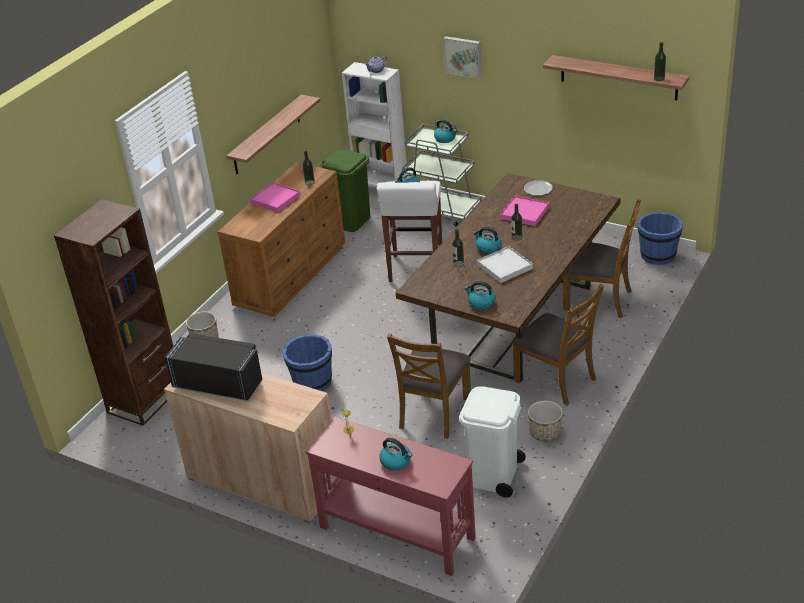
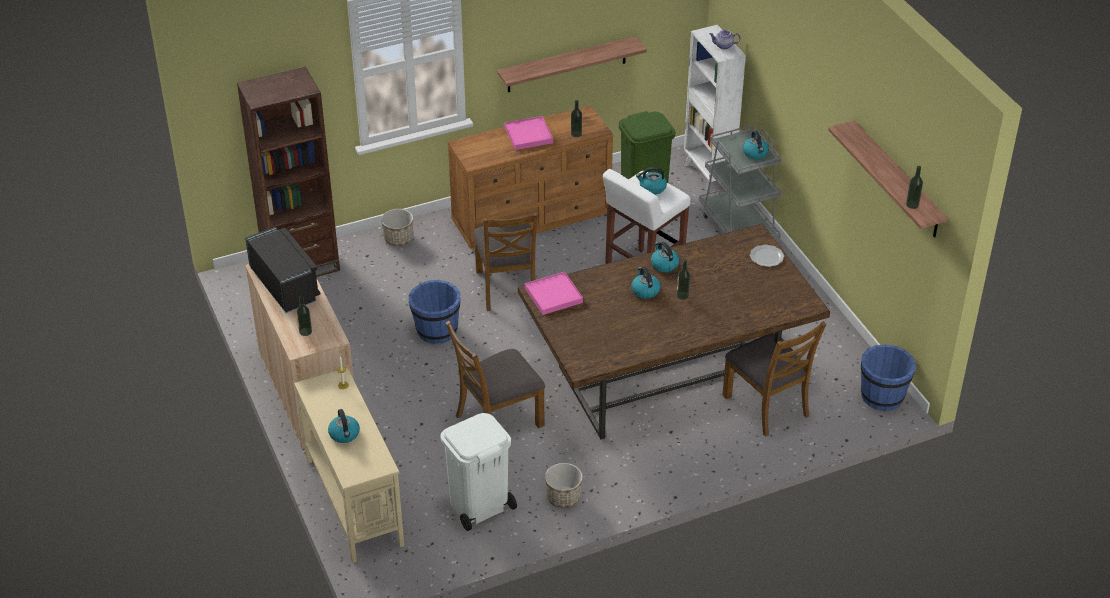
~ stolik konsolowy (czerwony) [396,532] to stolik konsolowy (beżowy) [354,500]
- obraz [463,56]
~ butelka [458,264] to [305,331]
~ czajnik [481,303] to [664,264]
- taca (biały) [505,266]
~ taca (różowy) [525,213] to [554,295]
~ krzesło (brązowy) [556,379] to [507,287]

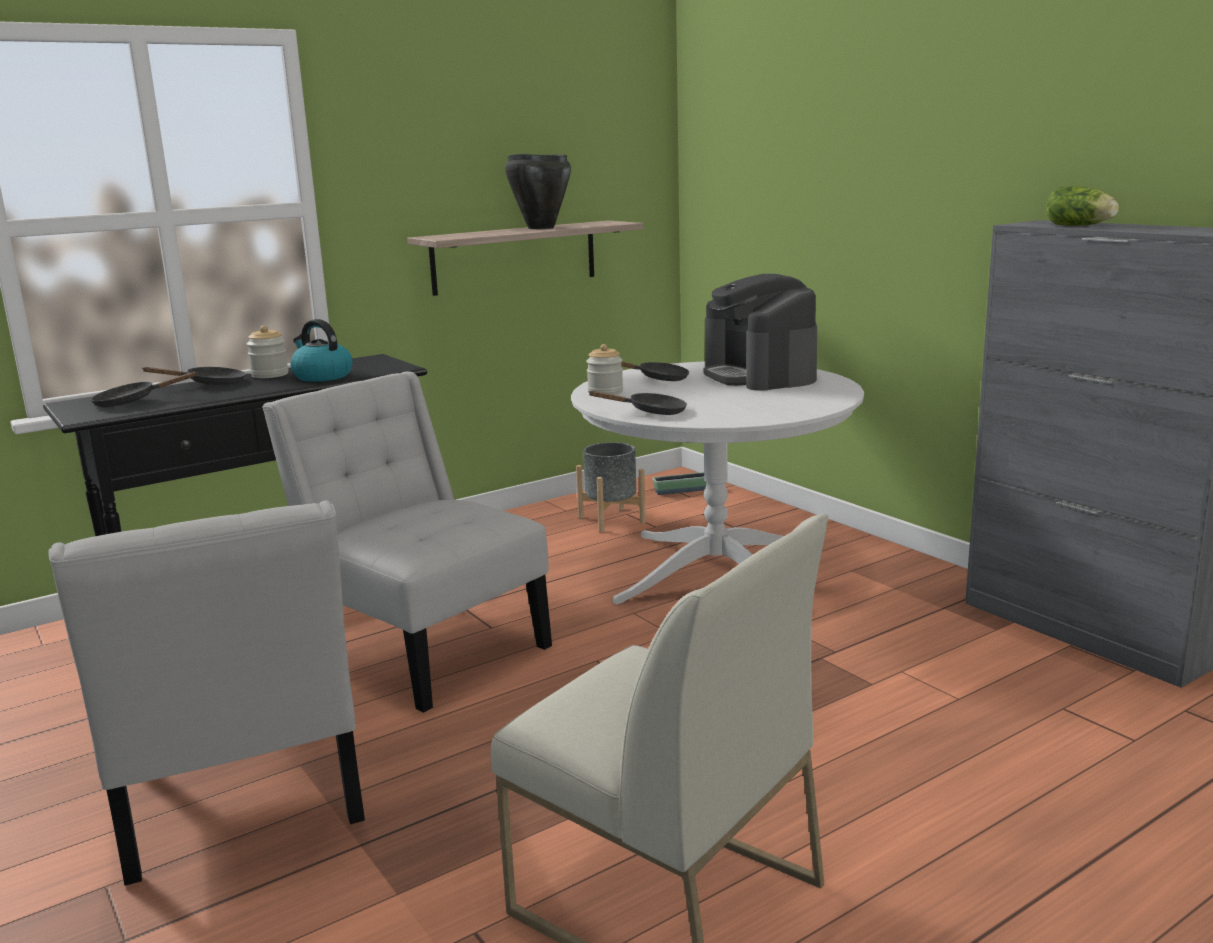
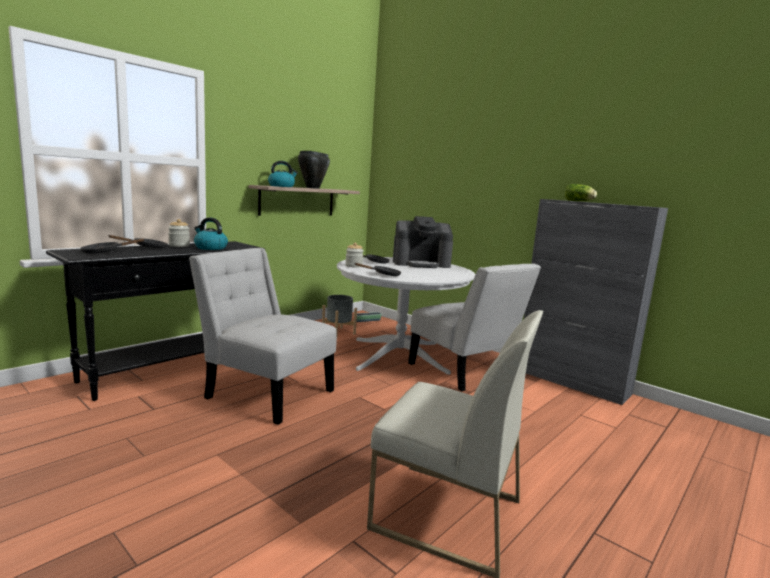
~ krzesło (biały) [239,801] to [464,372]
~ ekspres do kawy [759,376] = [421,263] 60 degrees counterclockwise
+ czajnik [281,186]

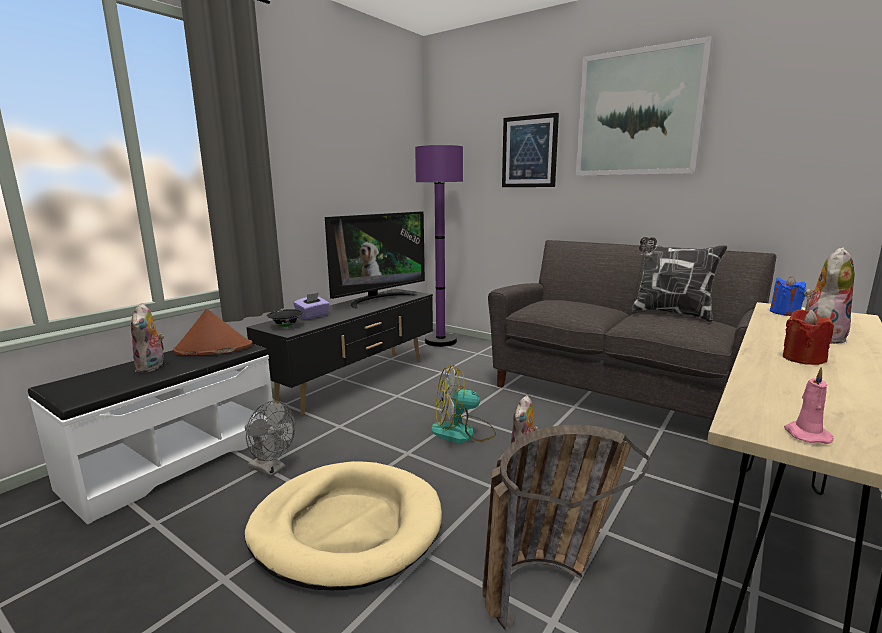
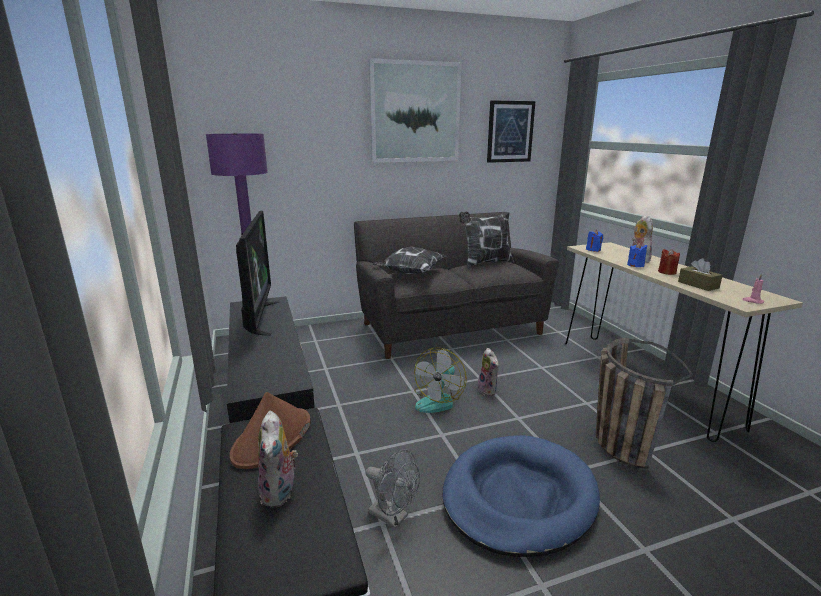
~ pluszak [152,367] = [280,492] 60 degrees clockwise
~ wentylator (szary) [271,469] = [393,517] 60 degrees clockwise
~ legowisko (beżowy) [347,527] to legowisko (niebieski) [518,497]
- miska (czarny) [286,326]
- pudełko chusteczek (fioletowy) [313,316]
~ obraz [529,152] to [510,132]
+ poduszka [410,273]
+ świeca (niebieski) [635,265]
+ pudełko chusteczek (brązowy) [698,285]

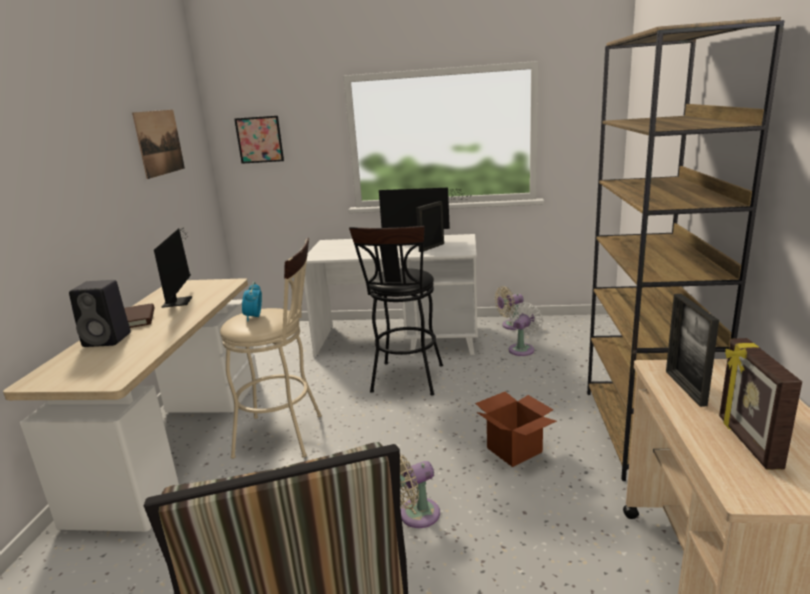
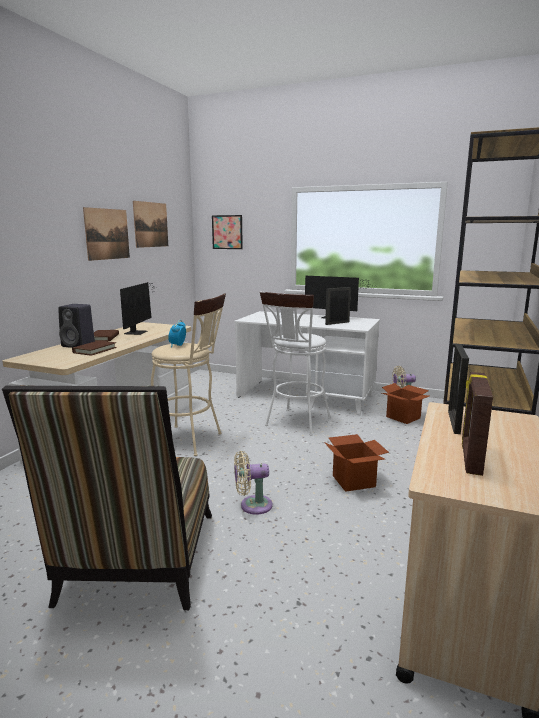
~ stołek (czarny) [406,381] to stołek (biały) [296,423]
~ wentylator (biały) [522,349] to karton [403,417]
+ książka (brązowy) [95,350]
+ obraz [107,234]

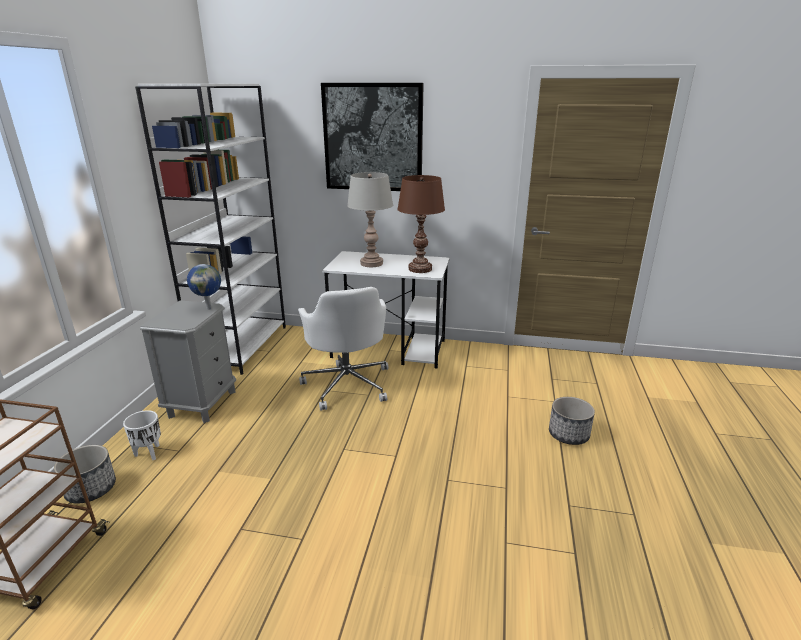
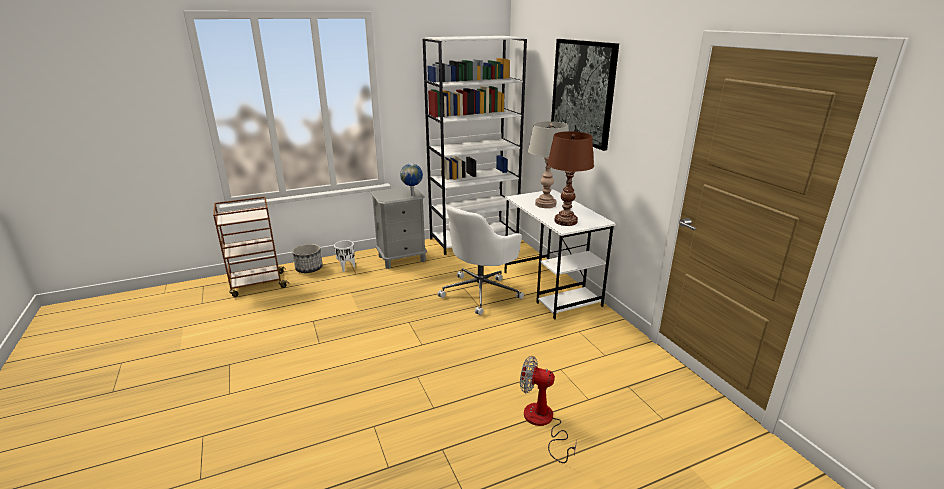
~ donica [569,434] to wentylator [543,423]

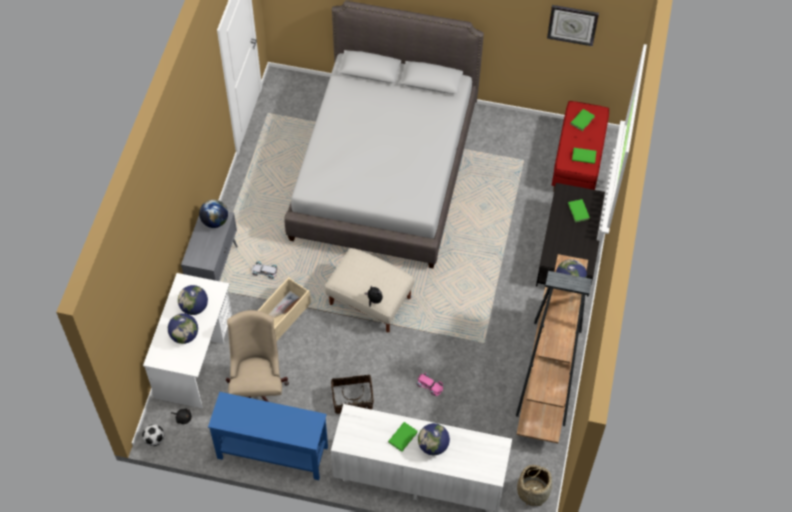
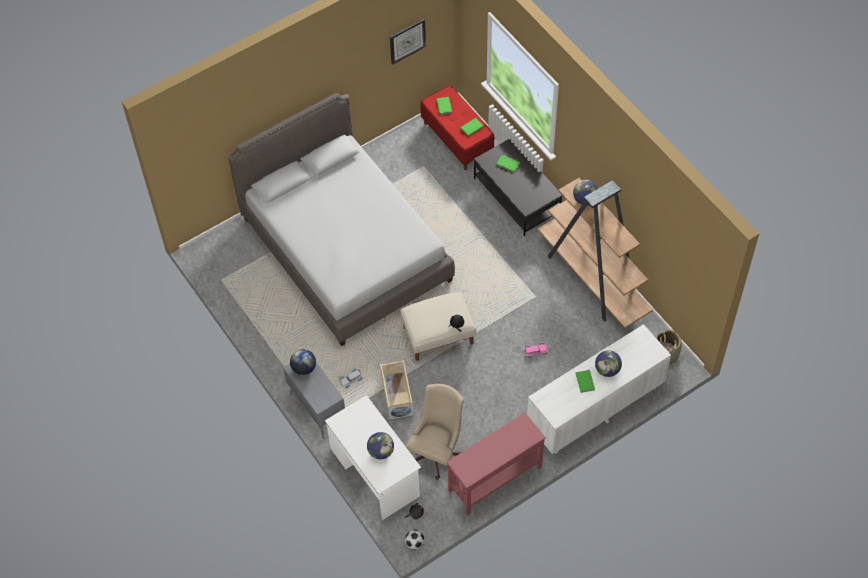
- globus [194,307]
~ stolik konsolowy (niebieski) [272,452] to stolik konsolowy (czerwony) [494,479]
~ krzesło biurowe (beżowy) [258,387] = [437,450] 75 degrees clockwise
- koszyk [352,400]

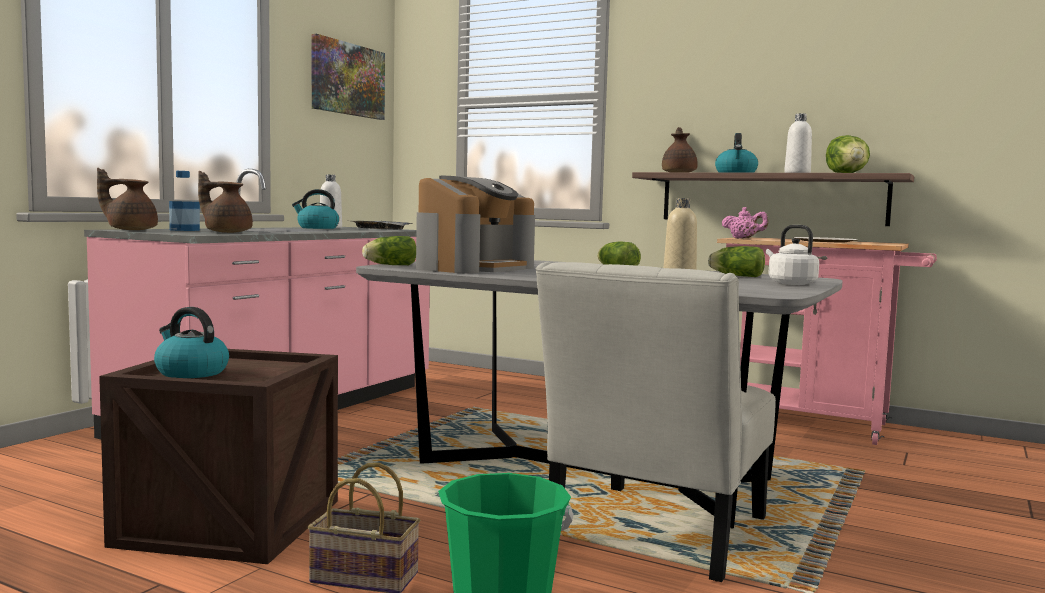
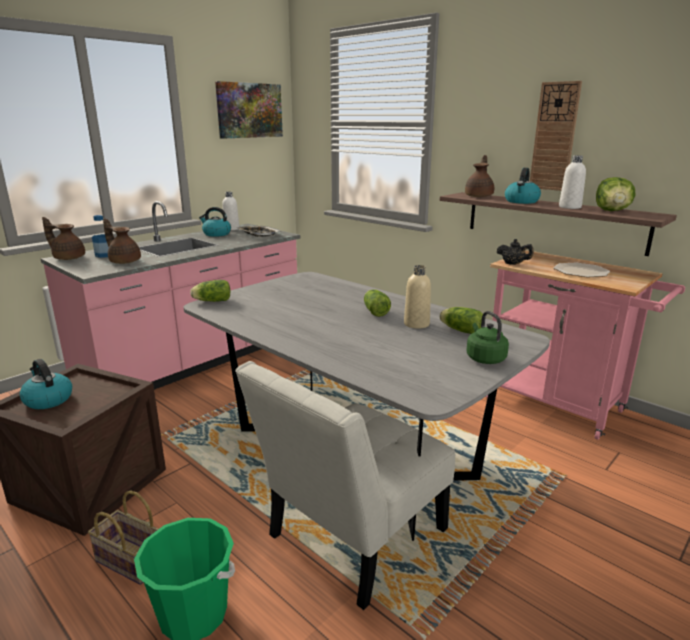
- ekspres do kawy [474,268]
~ imbryk (różowy) [744,238] to imbryk (czarny) [513,264]
~ czajnik (biały) [790,283] to czajnik (zielony) [484,358]
+ zegar ścienny [554,137]

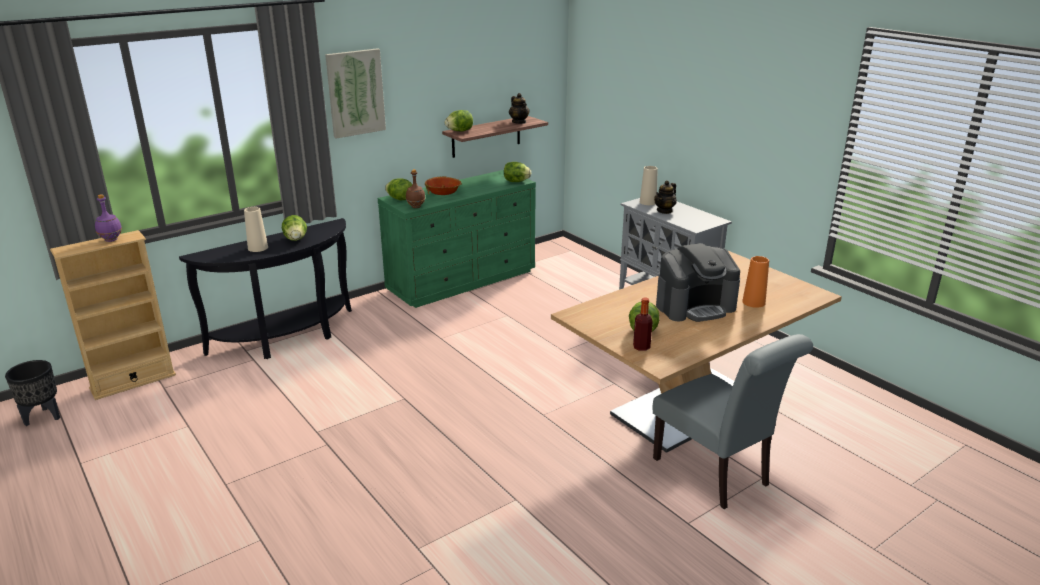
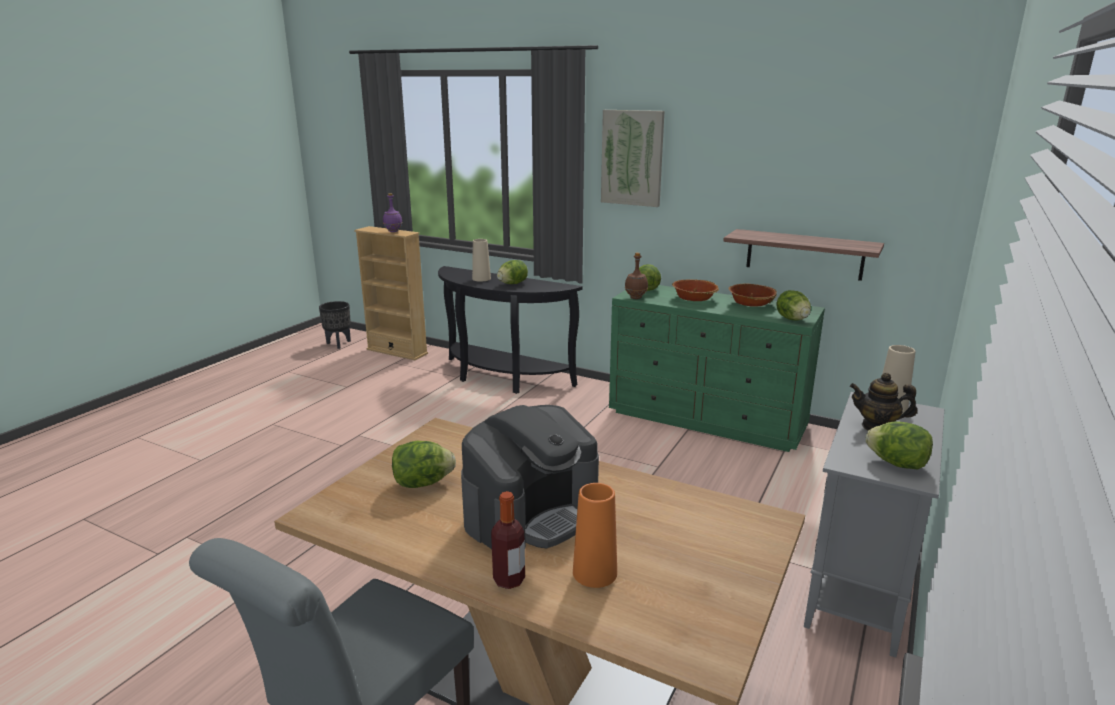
~ sałata [459,131] to [897,464]
- imbryk [519,122]
~ butelka [641,347] to [509,580]
~ ekspres do kawy [695,306] = [531,514] 90 degrees counterclockwise
+ miska [751,304]

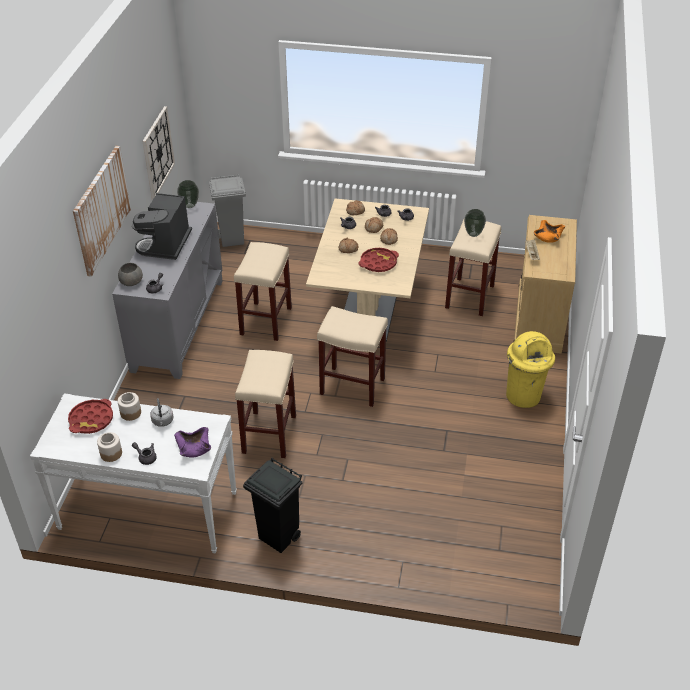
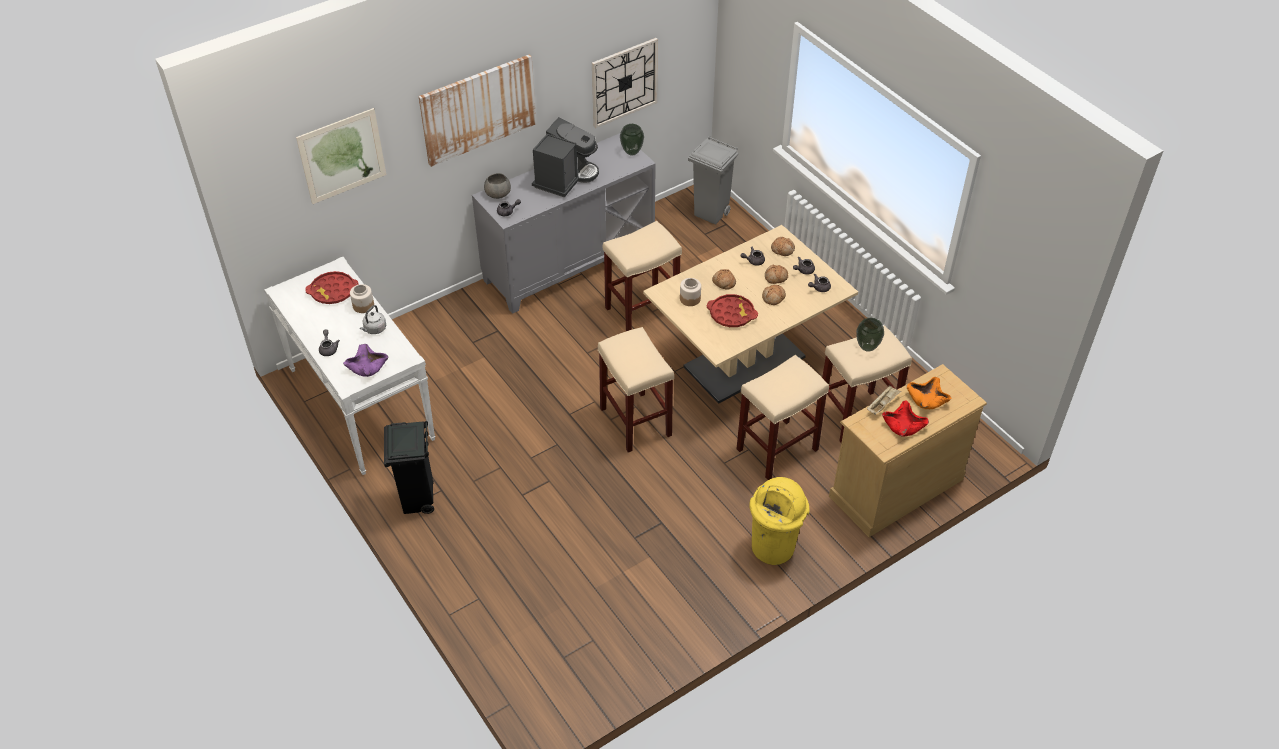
~ słoik [111,453] to [690,299]
~ ekspres do kawy [165,245] = [565,177] 150 degrees clockwise
~ stołek (beżowy) [269,435] to [776,450]
+ obraz [342,156]
+ miska (czerwony) [903,426]

